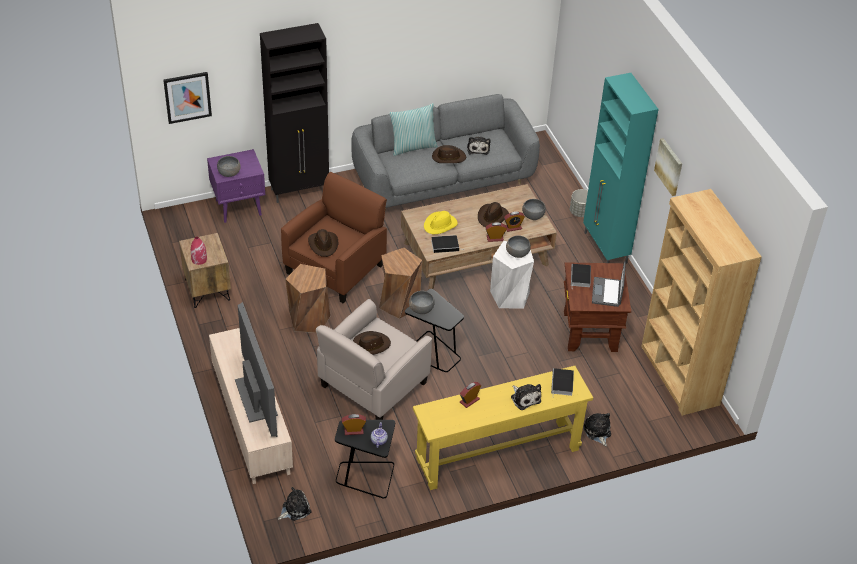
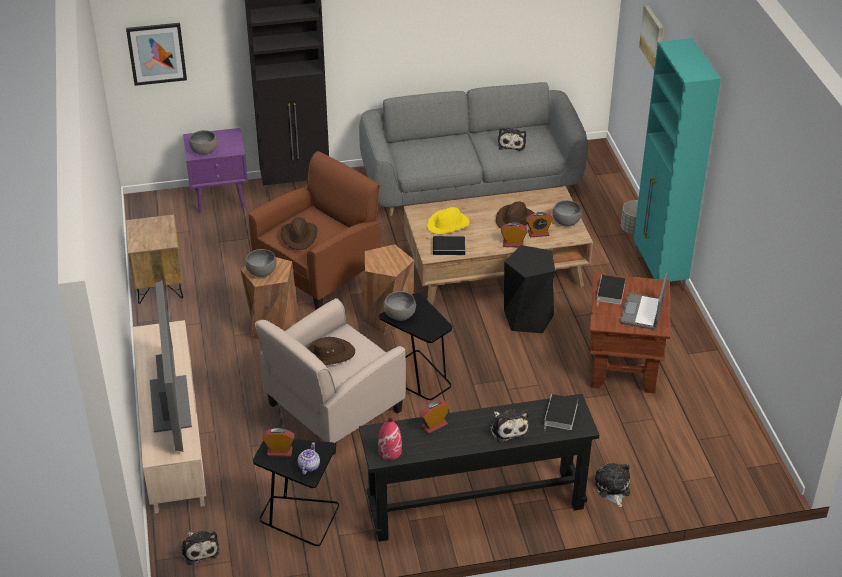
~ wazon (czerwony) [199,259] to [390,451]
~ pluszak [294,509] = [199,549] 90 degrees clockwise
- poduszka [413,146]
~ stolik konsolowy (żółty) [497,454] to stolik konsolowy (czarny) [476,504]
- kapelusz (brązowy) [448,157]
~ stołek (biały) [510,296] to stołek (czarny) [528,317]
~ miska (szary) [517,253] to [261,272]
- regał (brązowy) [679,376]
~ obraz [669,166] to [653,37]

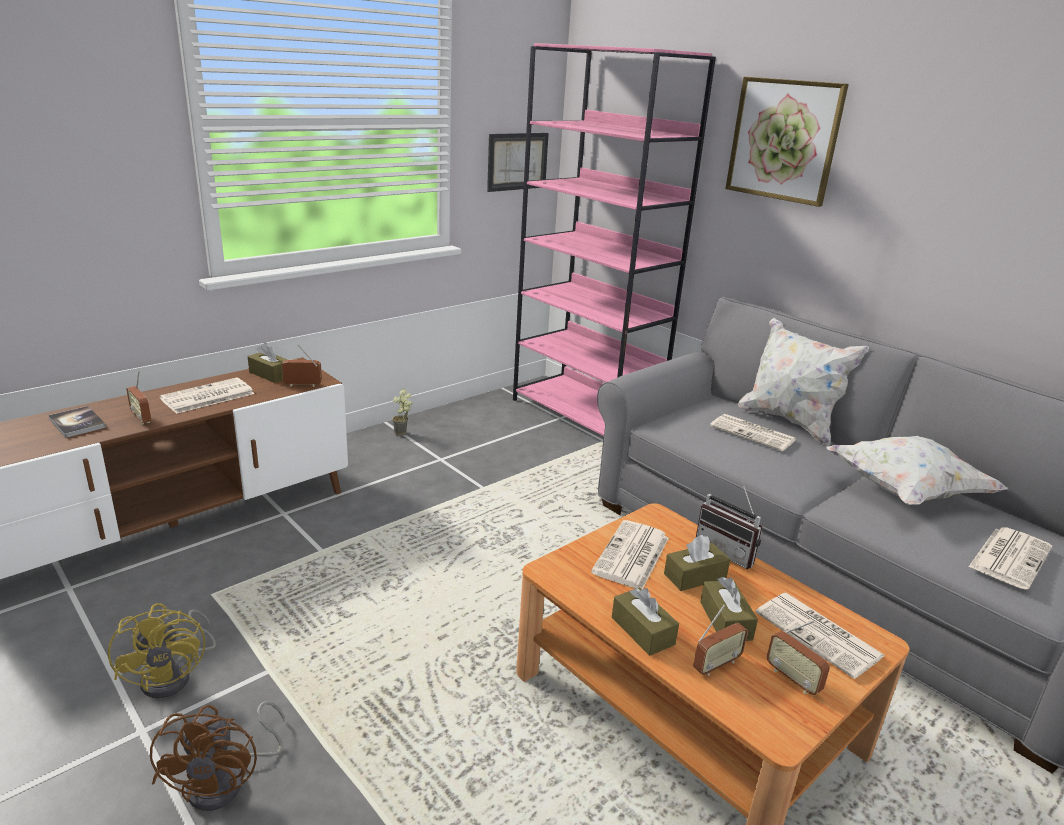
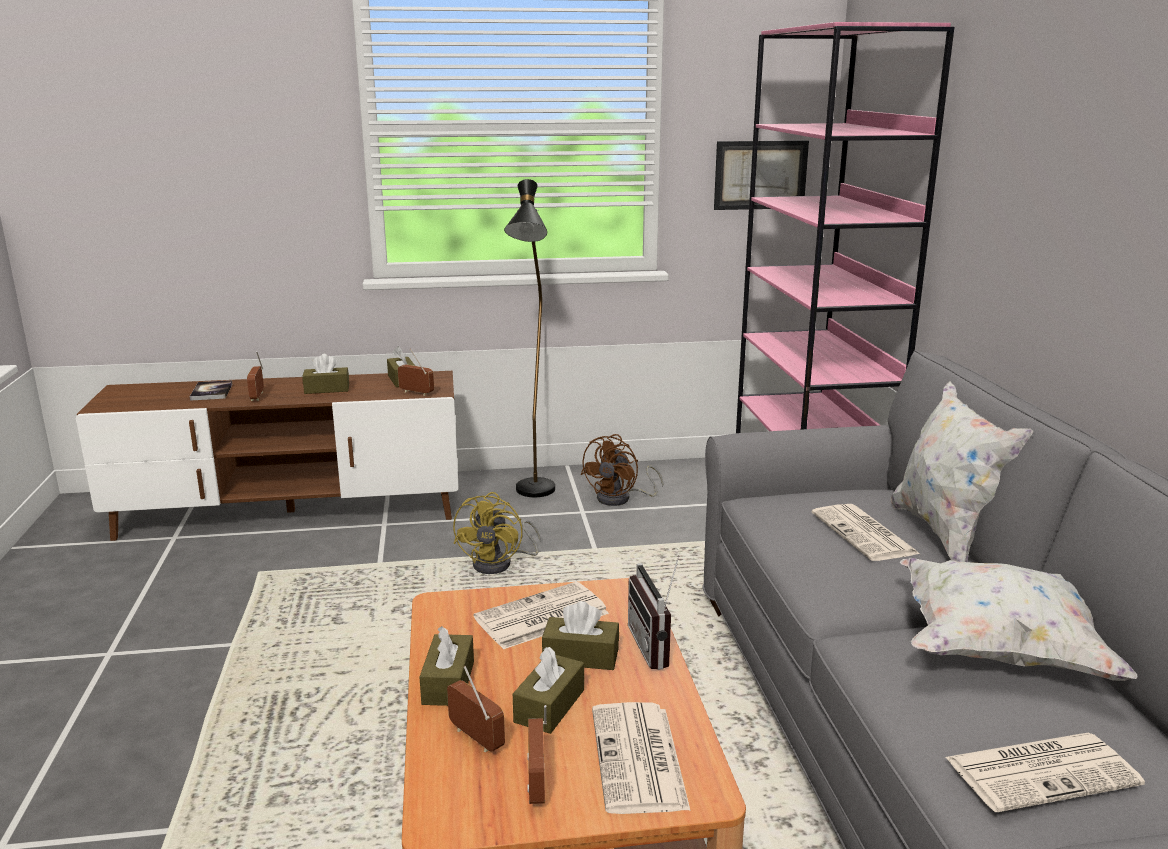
~ wentylator (żółty) [175,675] to [500,564]
~ wentylator (brązowy) [228,781] to [621,498]
~ gazeta [207,397] to pudełko chusteczek (brązowy) [327,389]
- roślina doniczkowa [403,434]
~ radio [716,665] = [475,738] 135 degrees counterclockwise
- obraz [784,140]
+ lampa stojąca (czarny) [535,495]

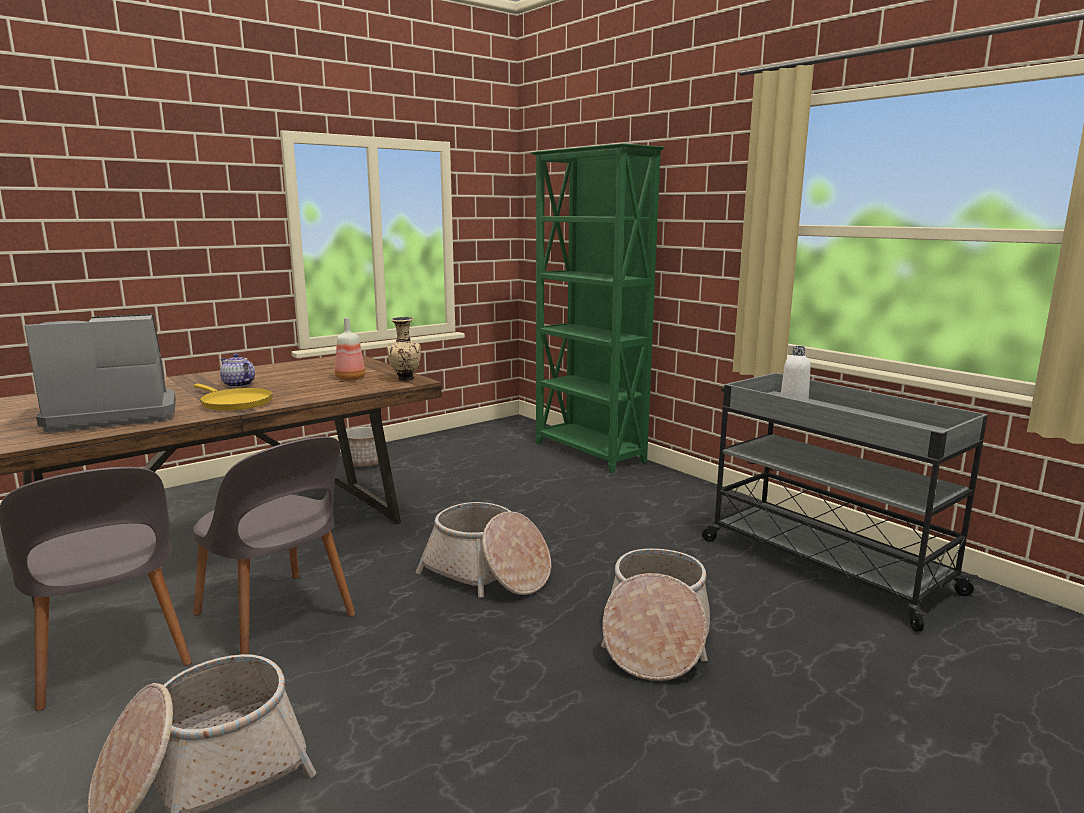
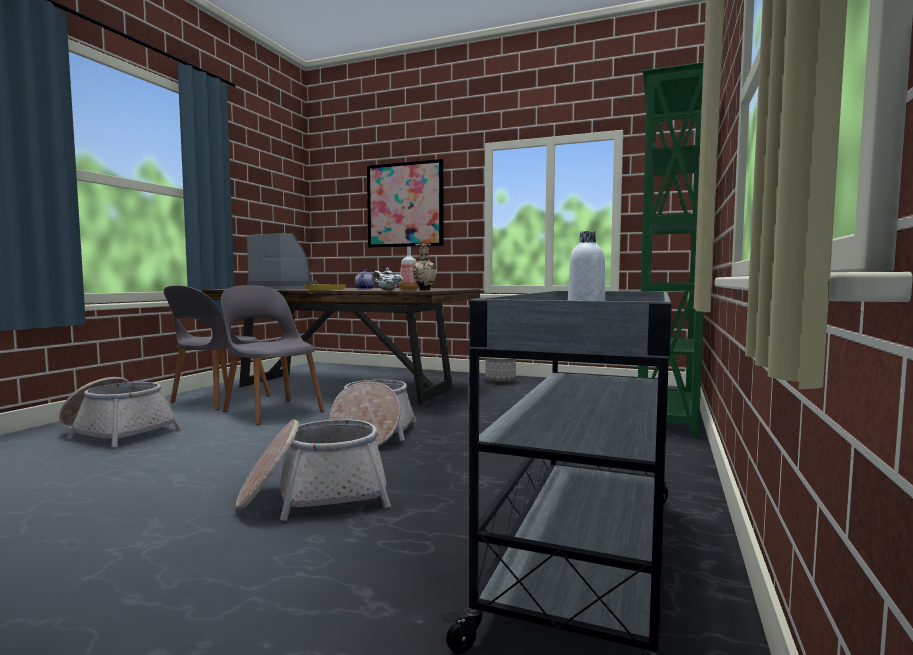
~ krzesło (szary) [276,618] = [272,410] 120 degrees clockwise
+ obraz [405,205]
+ imbryk (biały) [387,290]

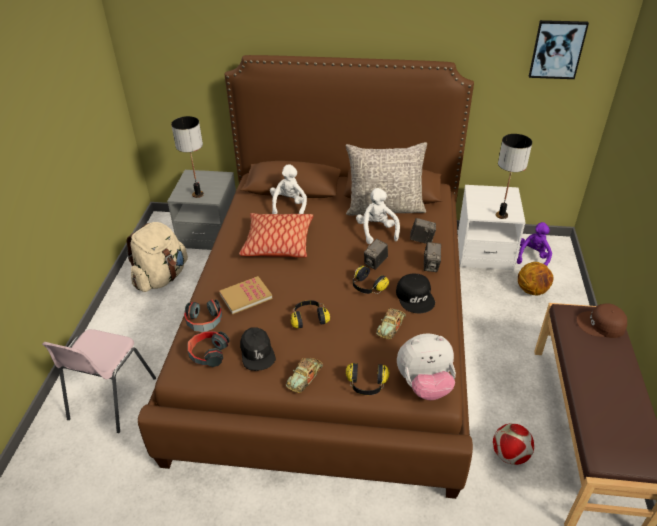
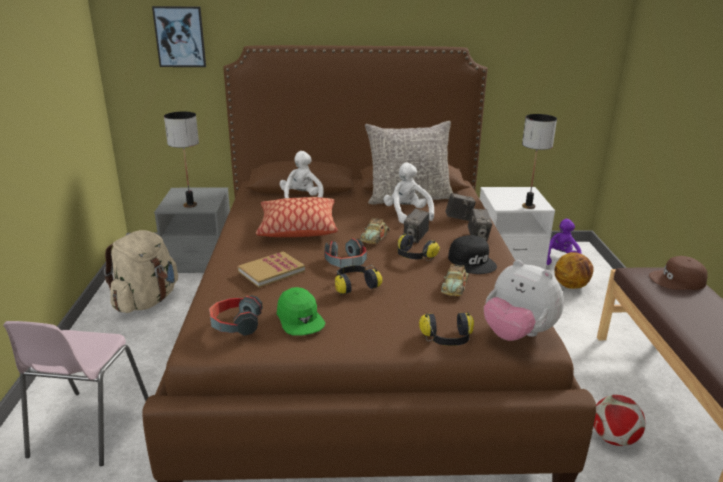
~ słuchawki [204,321] to [346,262]
~ czapka z daszkiem (czarny) [257,353] to czapka z daszkiem (zielony) [299,319]
~ samochodzik [305,377] to [375,237]
~ pluszak [424,385] = [517,334] 60 degrees clockwise
~ obraz [557,49] to [180,36]

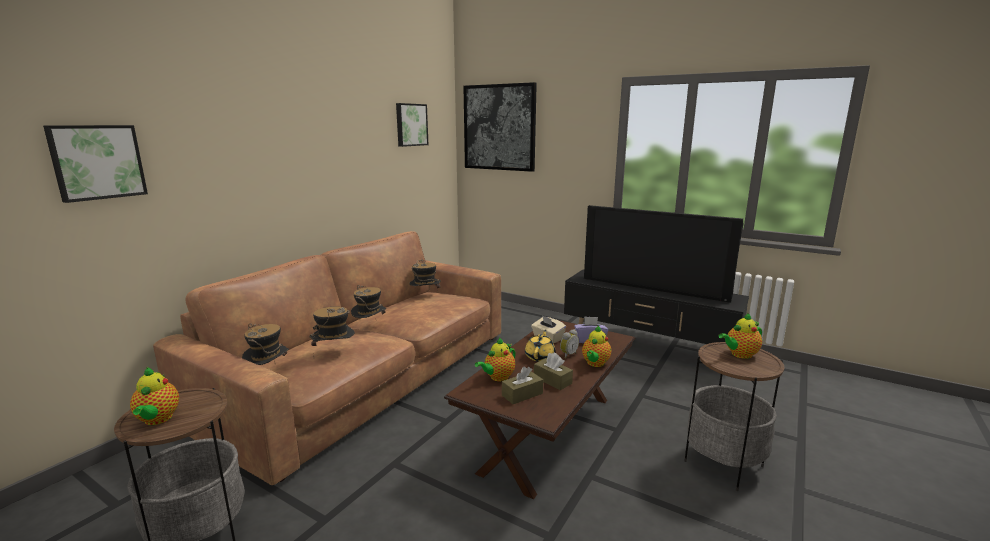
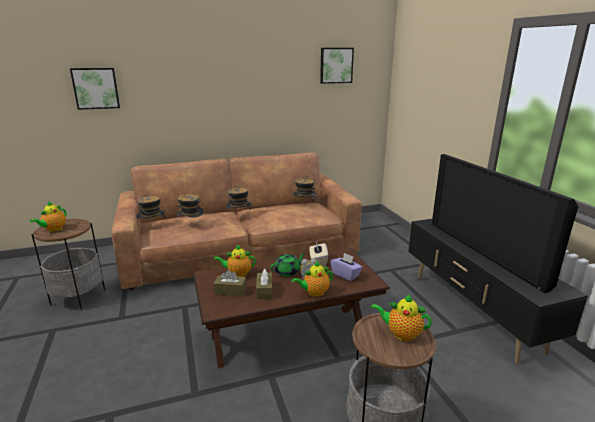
- obraz [499,127]
~ imbryk (żółty) [540,356] to imbryk (zielony) [288,272]

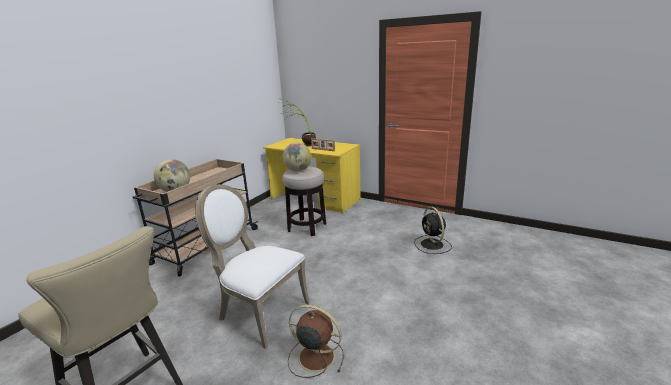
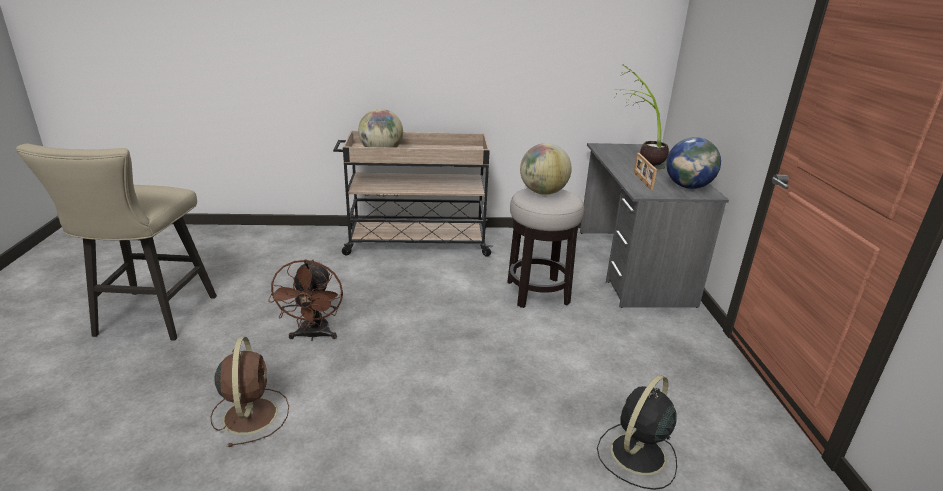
~ krzesło (biały) [260,312] to wentylator (brązowy) [313,336]
~ biurko (żółty) [315,199] to biurko (szary) [632,266]
+ globus [688,187]

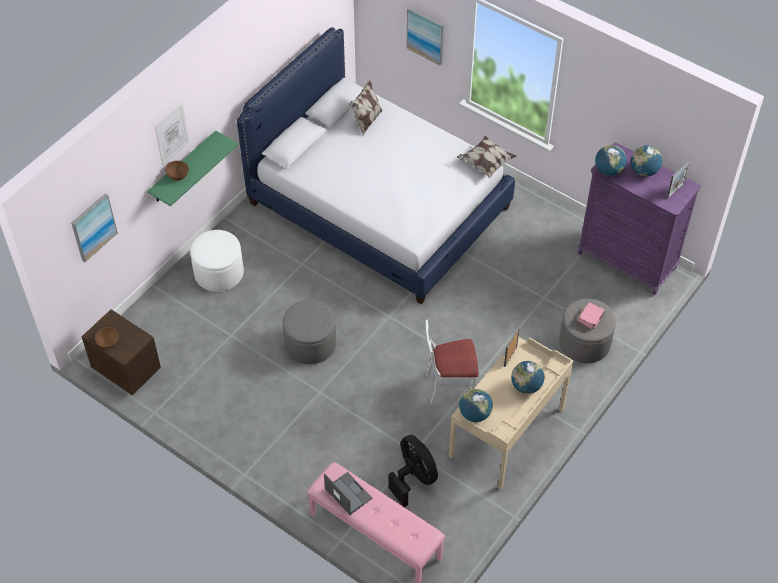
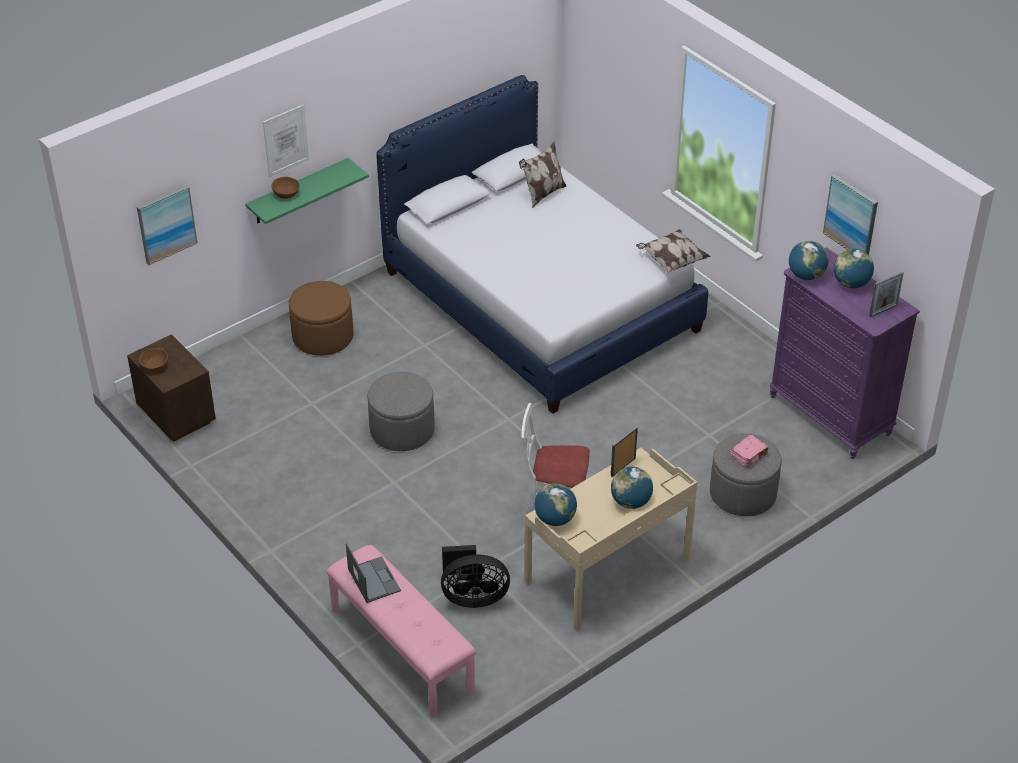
~ pufa (biały) [219,273] to pufa (brązowy) [323,337]
~ wentylator (czarny) [413,478] = [472,597] 105 degrees clockwise
~ obraz [425,35] to [851,217]

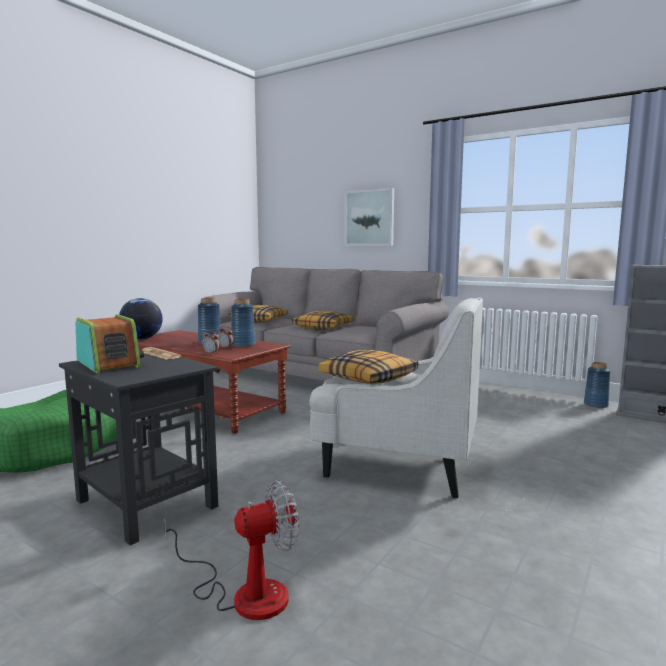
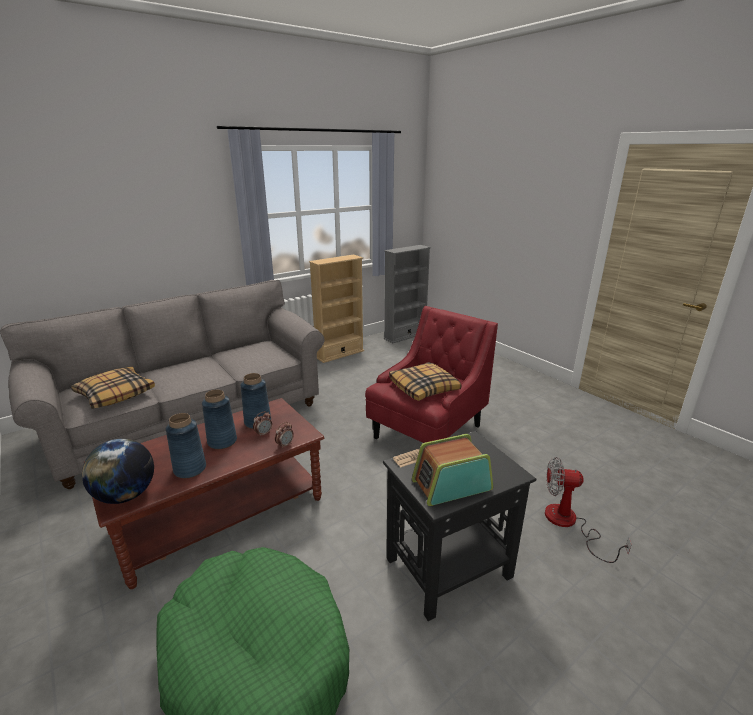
~ wentylator [244,593] = [569,524] 75 degrees counterclockwise
- poduszka [323,327]
~ fotel (biały) [397,464] to fotel (czerwony) [427,432]
- obraz [369,218]
~ wazon (niebieski) [596,405] to [190,469]
+ regał (beżowy) [339,354]

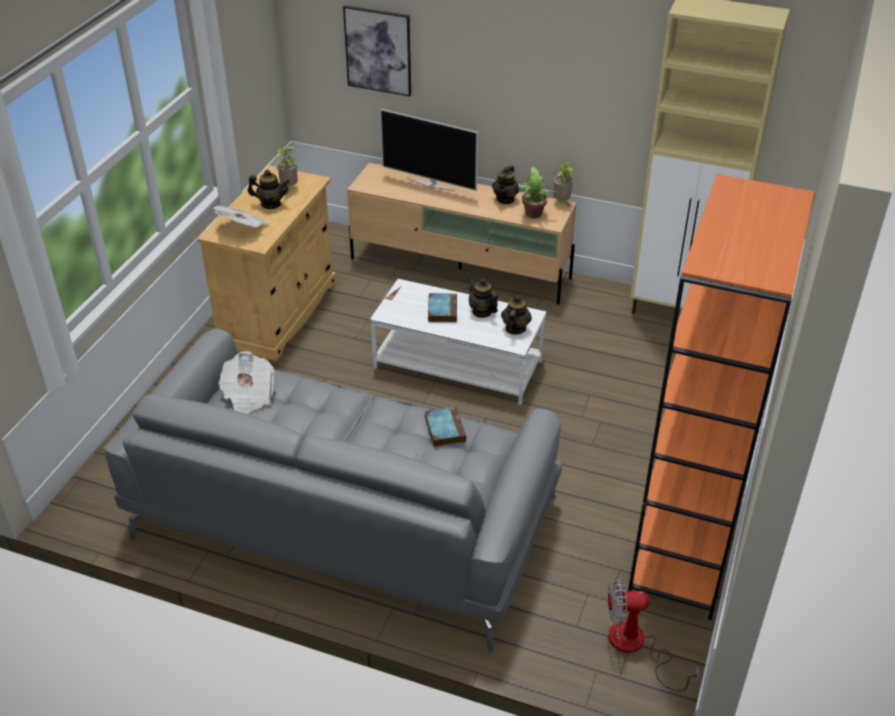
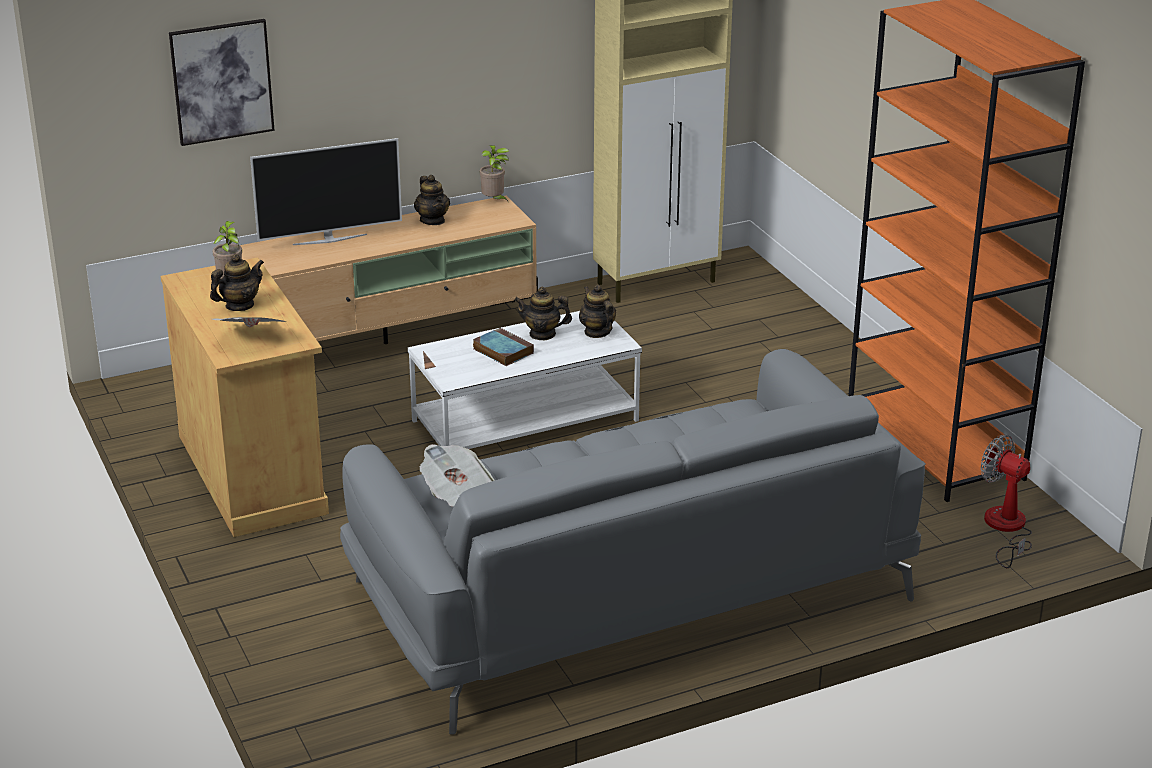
- książka [444,429]
- roślina doniczkowa [533,215]
~ wentylator [636,647] = [1006,529] 90 degrees clockwise

